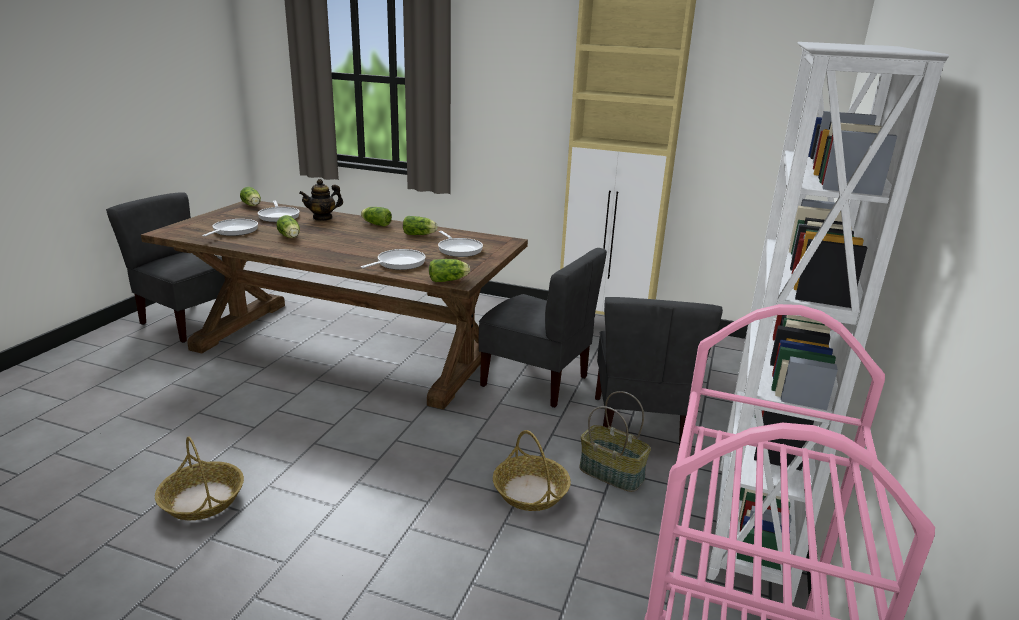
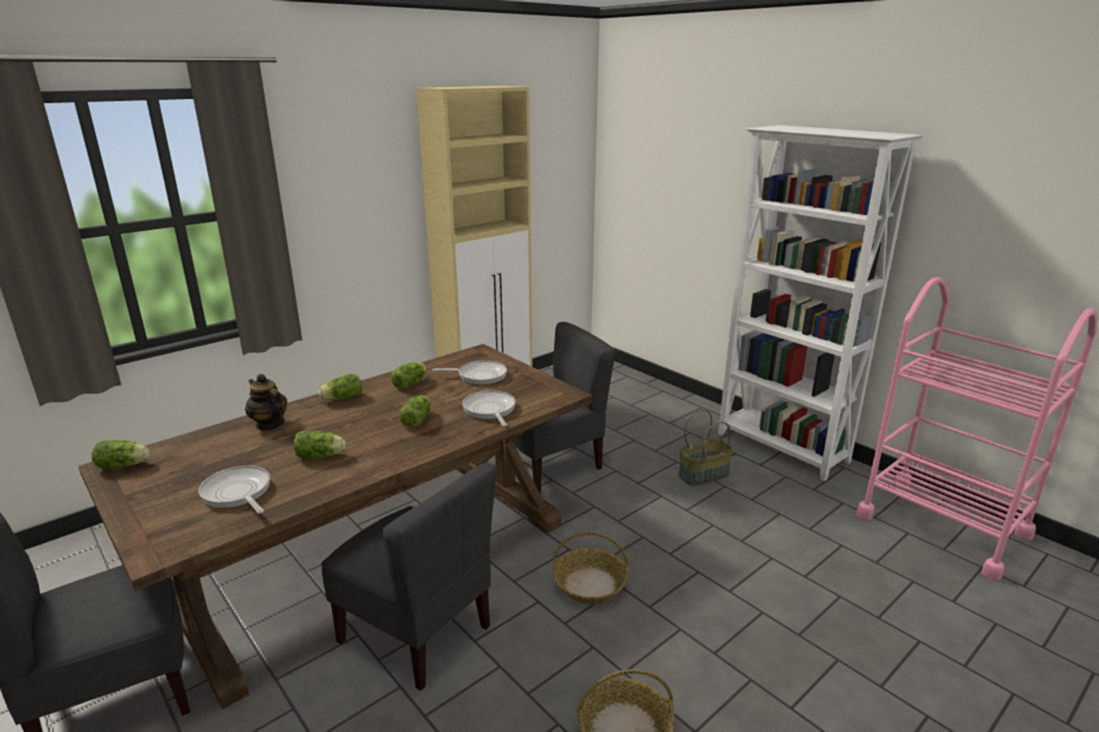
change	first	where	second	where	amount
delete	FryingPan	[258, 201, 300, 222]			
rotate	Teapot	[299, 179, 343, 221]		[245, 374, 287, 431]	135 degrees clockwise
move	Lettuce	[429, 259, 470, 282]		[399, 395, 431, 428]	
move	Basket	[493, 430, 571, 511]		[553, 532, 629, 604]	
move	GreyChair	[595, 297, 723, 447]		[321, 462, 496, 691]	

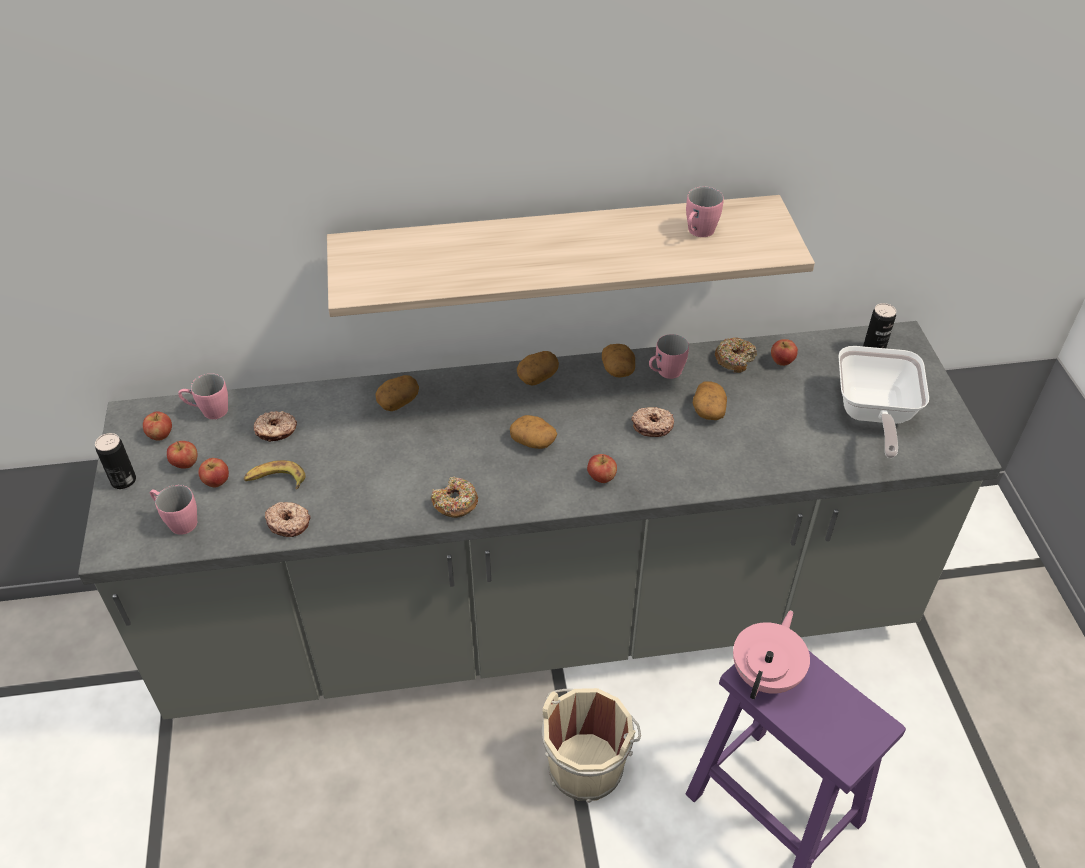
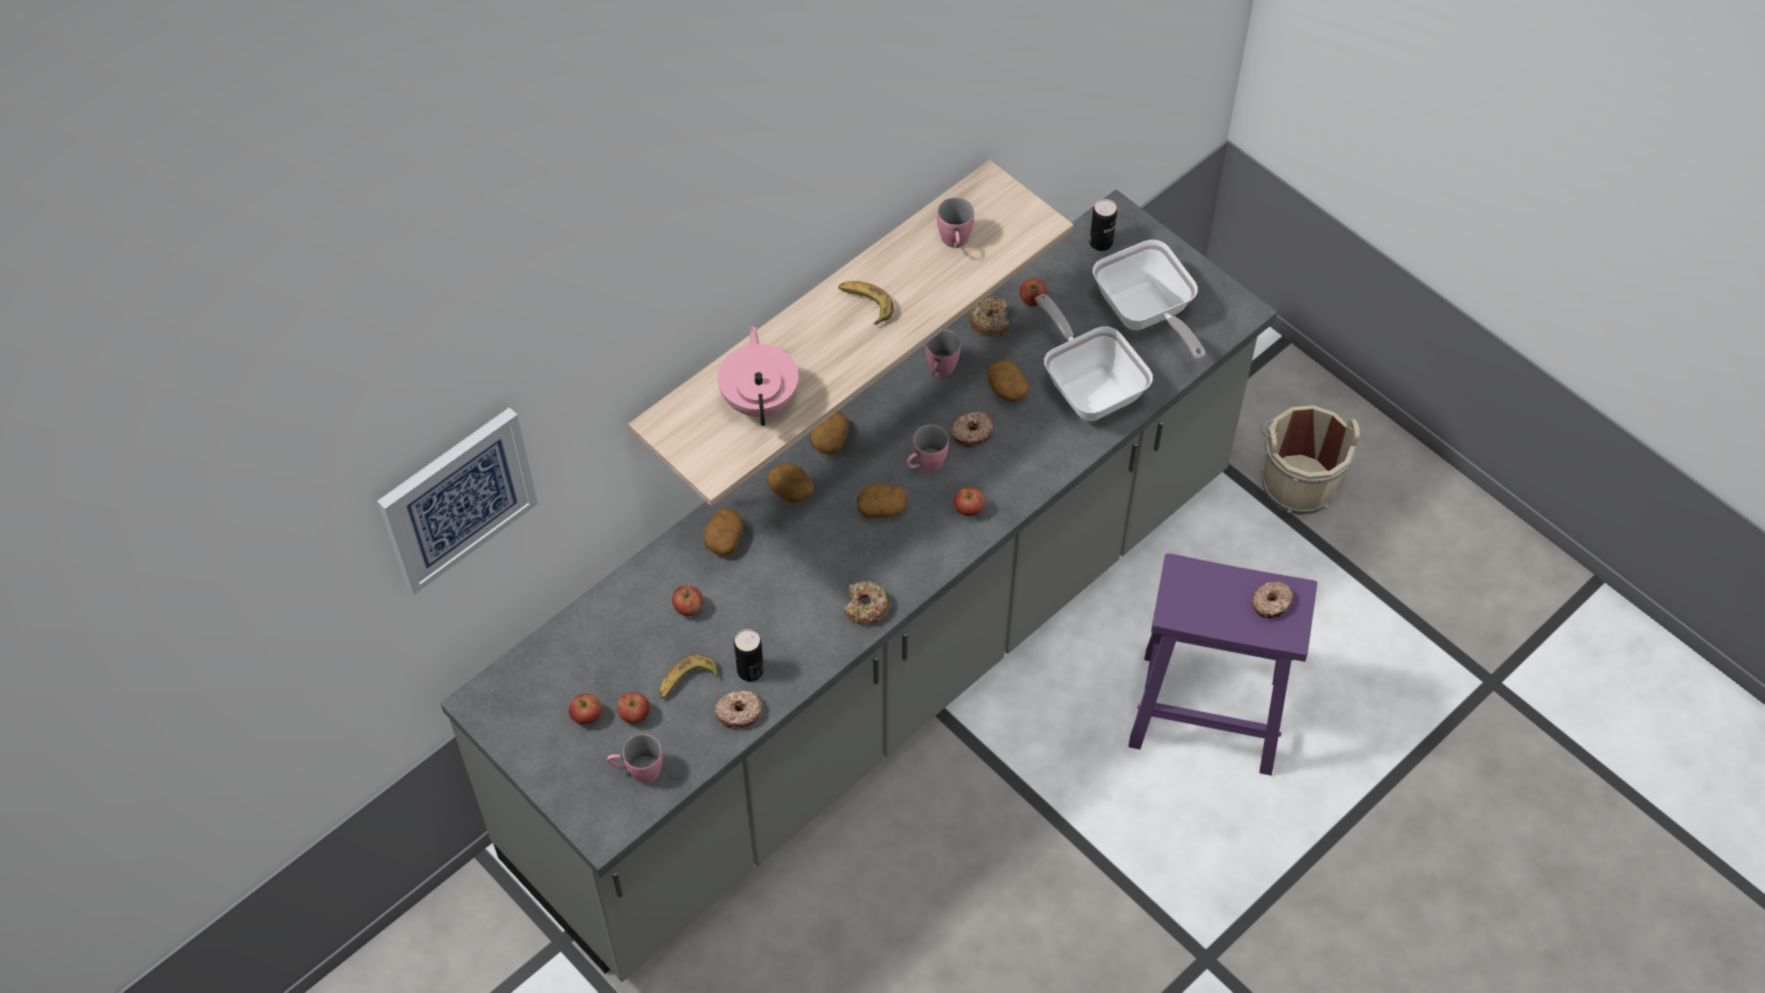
change	first	where	second	where	amount
move	Can	[95, 433, 136, 489]		[734, 629, 764, 682]	
move	Apple	[143, 411, 172, 441]		[672, 585, 703, 616]	
move	PinkMug	[178, 373, 228, 419]		[906, 425, 949, 472]	
move	Donut	[254, 411, 297, 442]		[1251, 581, 1294, 618]	
move	BeigeBucket	[542, 688, 641, 803]		[1261, 405, 1360, 515]	
move	Potato	[602, 344, 635, 377]		[767, 462, 814, 503]	
move	PinkTeapot	[733, 610, 810, 699]		[718, 326, 799, 426]	
insert			Picture	[377, 407, 538, 595]	
insert			Banana	[838, 281, 894, 325]	
insert			FryingPan	[1035, 294, 1153, 421]	

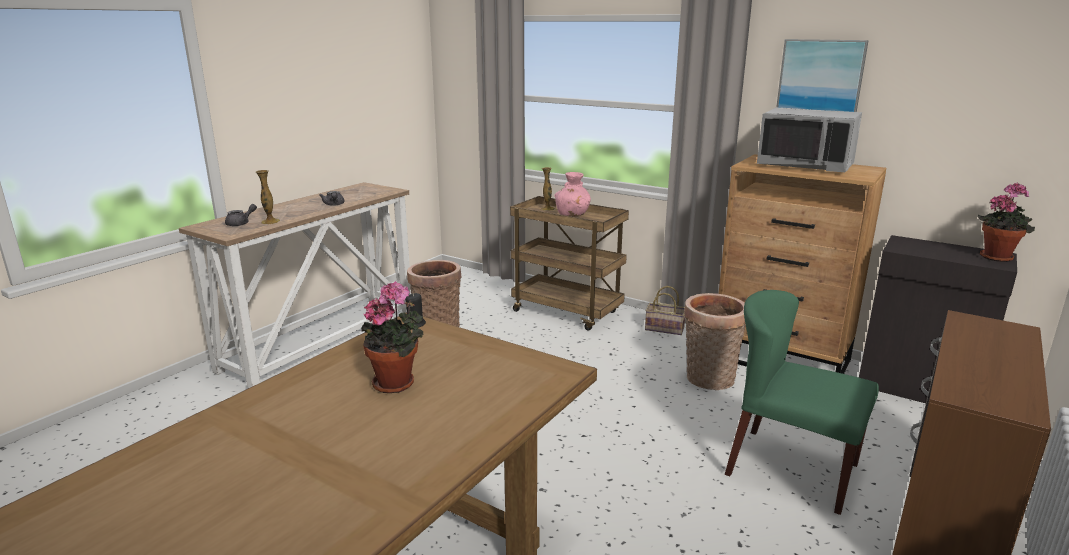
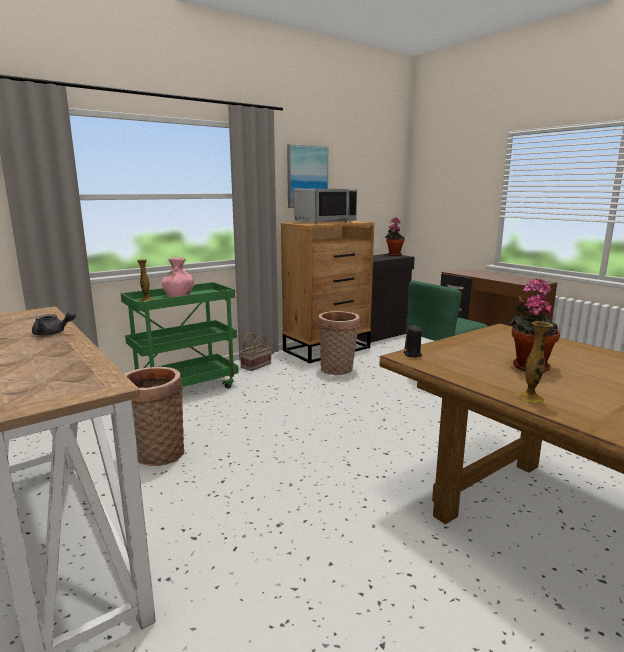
change	first	where	second	where	amount
delete	GreyTeapot	[225, 204, 257, 226]			
move	Vase	[256, 170, 280, 224]		[515, 321, 553, 404]	
recolor	BrownCart	[510, 196, 629, 331]	GreenCart	[121, 282, 239, 389]	

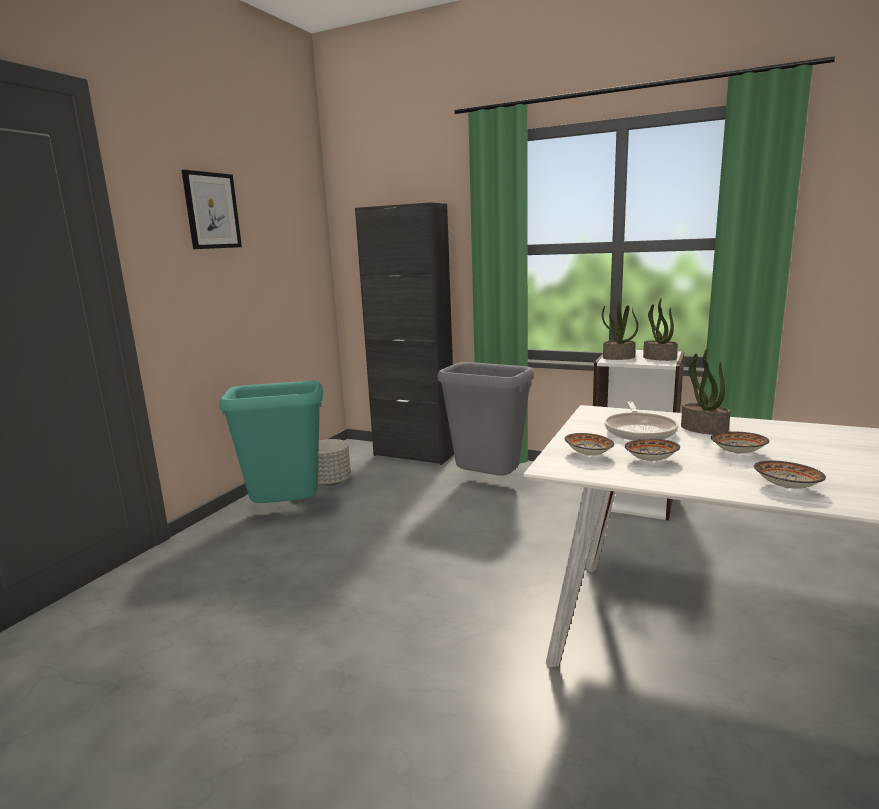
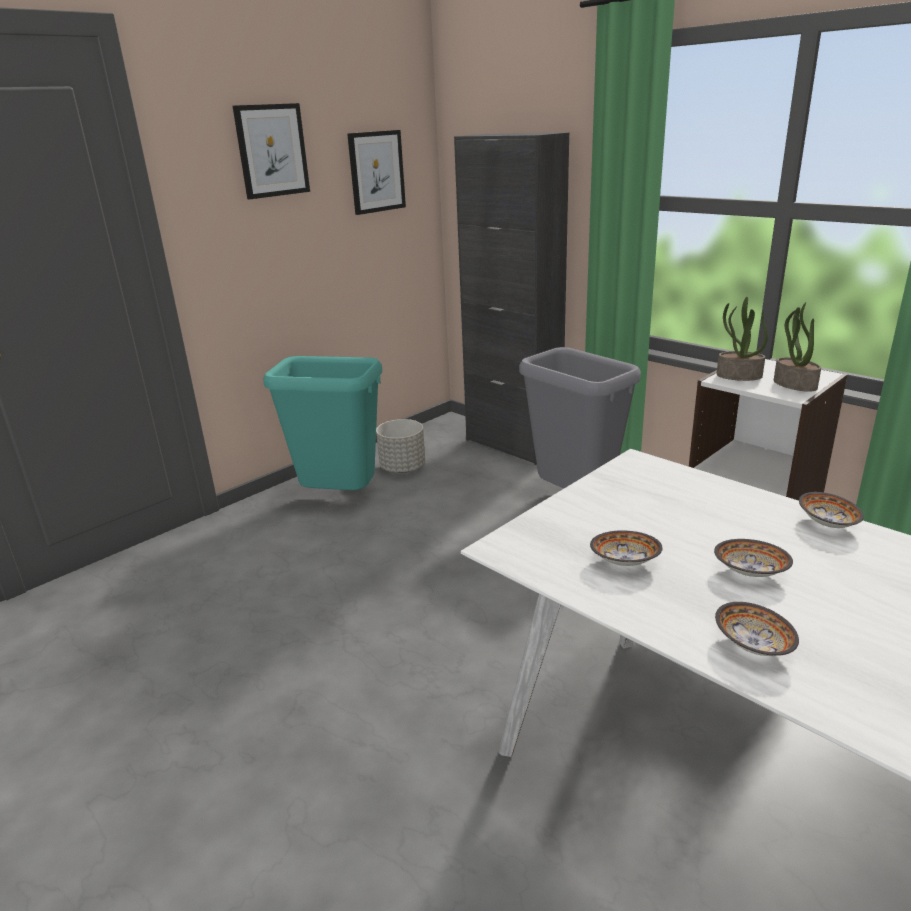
change	first	where	second	where	amount
move	Bowl	[565, 433, 614, 456]		[799, 492, 864, 528]	
delete	FryingPan	[604, 402, 678, 441]			
delete	PottedPlant	[681, 347, 730, 435]			
insert			Picture	[347, 130, 406, 215]	

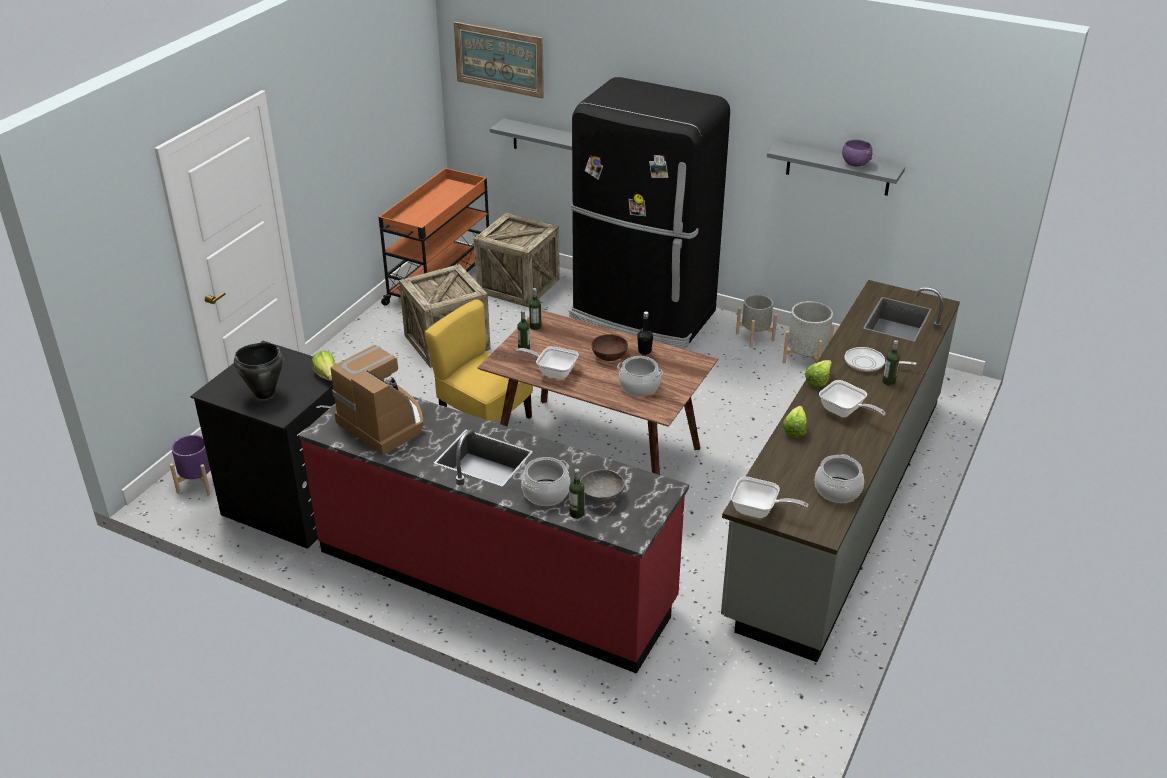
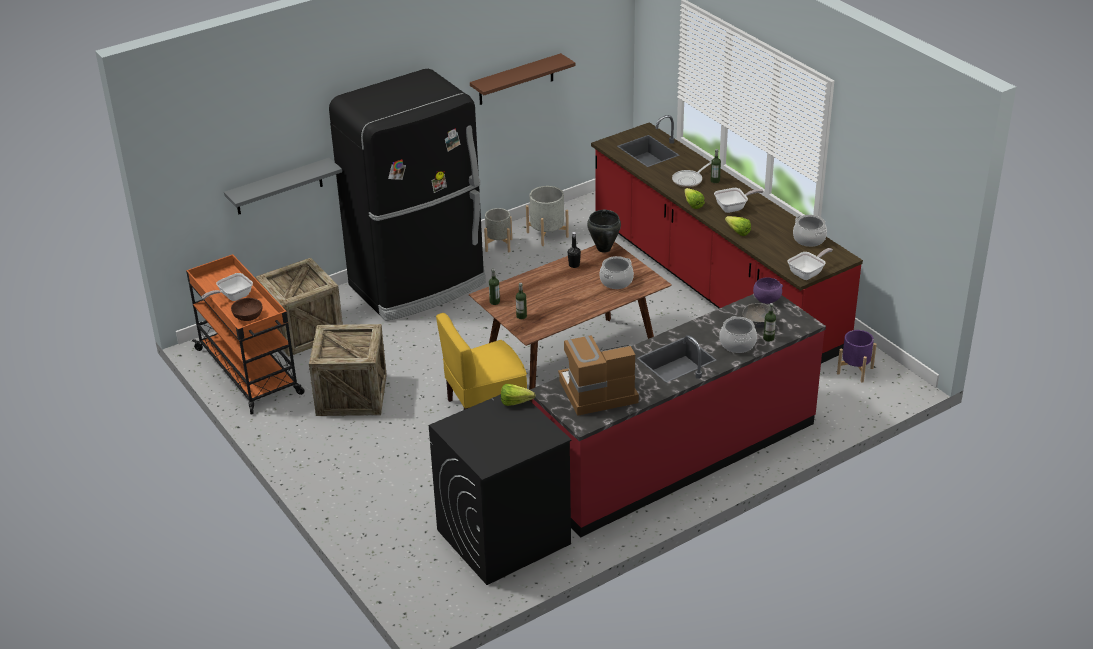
change	first	where	second	where	amount
move	PurplePlanter	[170, 435, 211, 495]		[837, 330, 877, 382]	
move	BlackCookingPot	[234, 343, 284, 399]		[587, 210, 621, 253]	
delete	Picture	[454, 22, 544, 99]			
move	FryingPan	[516, 346, 579, 379]		[202, 273, 253, 301]	
move	BrownBowl	[591, 334, 628, 361]		[231, 298, 262, 321]	
recolor	GreyCounter	[721, 280, 960, 662]	RedCounter	[591, 115, 863, 363]	
recolor	GreyShelf	[767, 141, 905, 196]	BrownShelf	[470, 53, 575, 105]	
move	PurpleBowl	[842, 140, 873, 167]		[753, 277, 783, 304]	

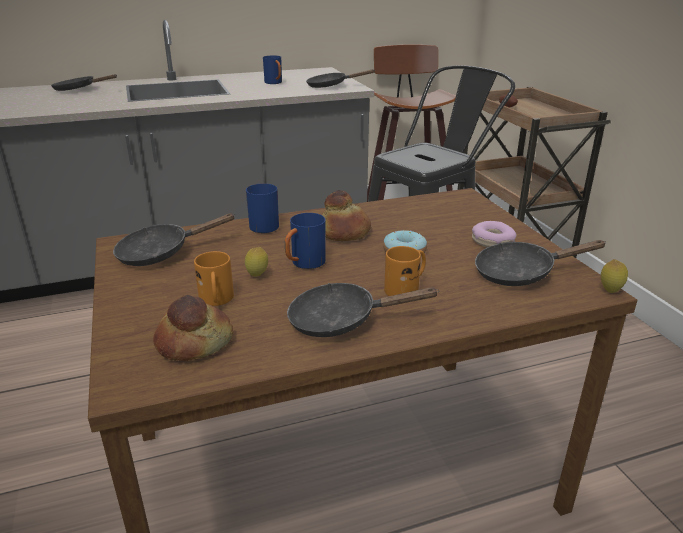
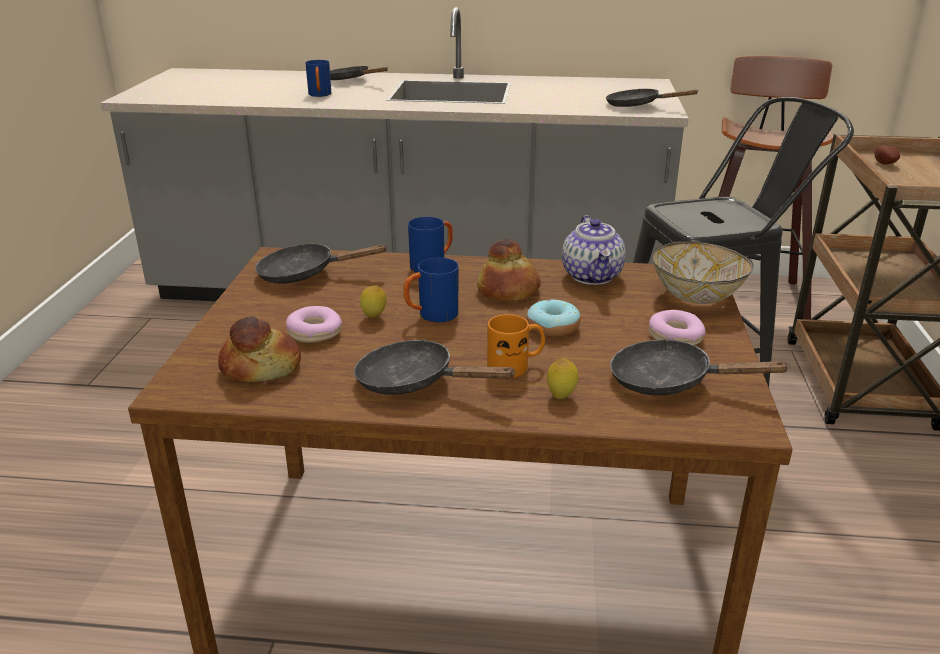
change	first	where	second	where	amount
replace	OrangeMug	[194, 251, 234, 306]	Donut	[286, 306, 342, 343]	
move	BlueMug	[263, 56, 282, 84]		[305, 60, 331, 97]	
move	Lemon	[601, 259, 628, 293]		[547, 357, 579, 399]	
insert			Teapot	[562, 215, 626, 285]	
insert			Bowl	[652, 241, 754, 304]	

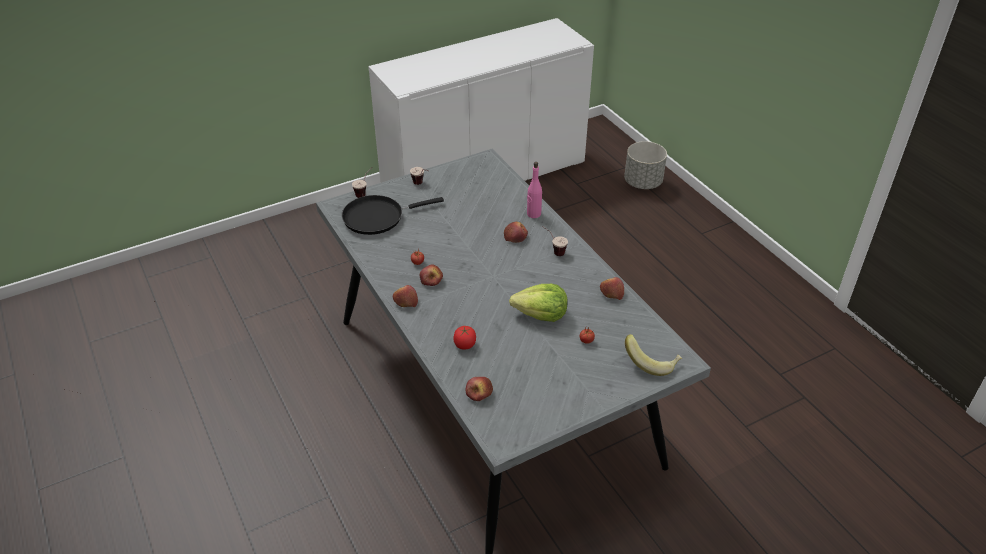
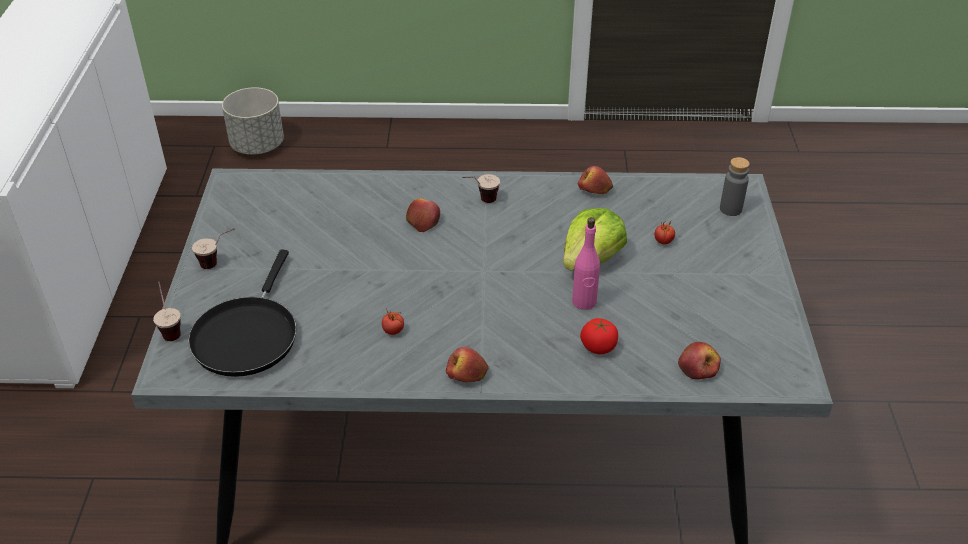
change	first	where	second	where	amount
delete	Apple	[420, 264, 443, 286]			
move	PinkBottle	[527, 162, 542, 218]		[572, 217, 600, 310]	
replace	Banana	[625, 334, 682, 376]	GreyBottle	[720, 157, 750, 216]	

